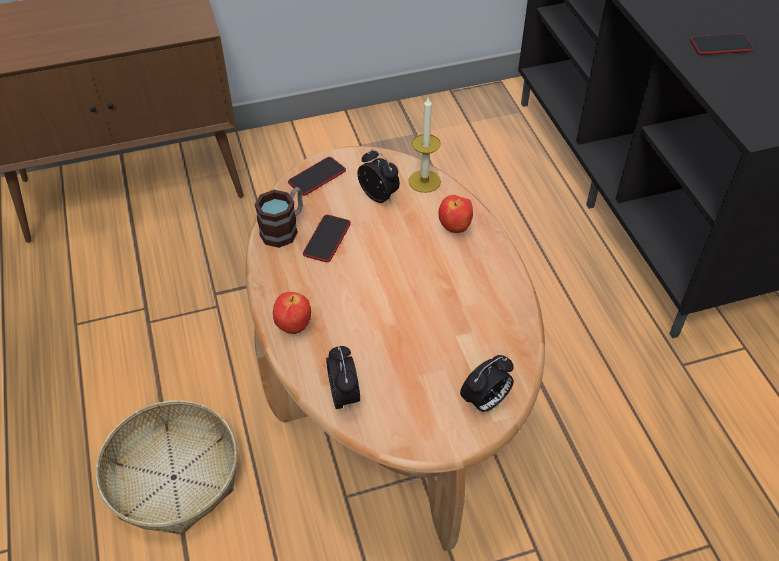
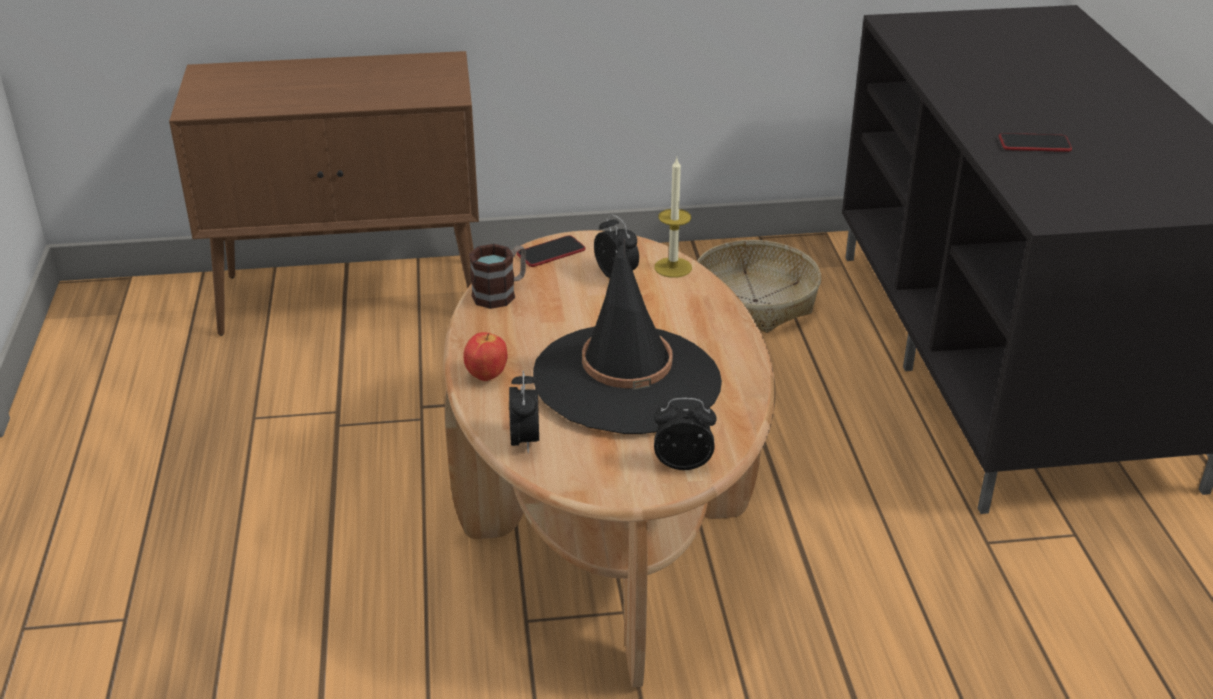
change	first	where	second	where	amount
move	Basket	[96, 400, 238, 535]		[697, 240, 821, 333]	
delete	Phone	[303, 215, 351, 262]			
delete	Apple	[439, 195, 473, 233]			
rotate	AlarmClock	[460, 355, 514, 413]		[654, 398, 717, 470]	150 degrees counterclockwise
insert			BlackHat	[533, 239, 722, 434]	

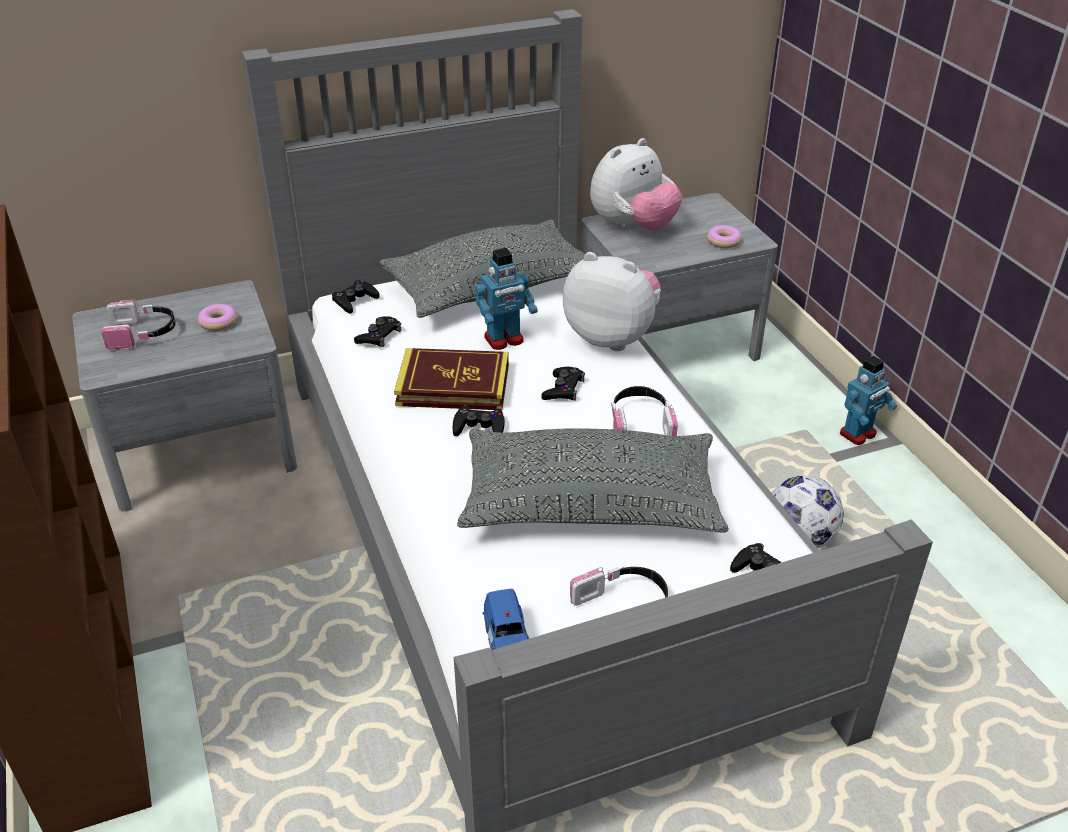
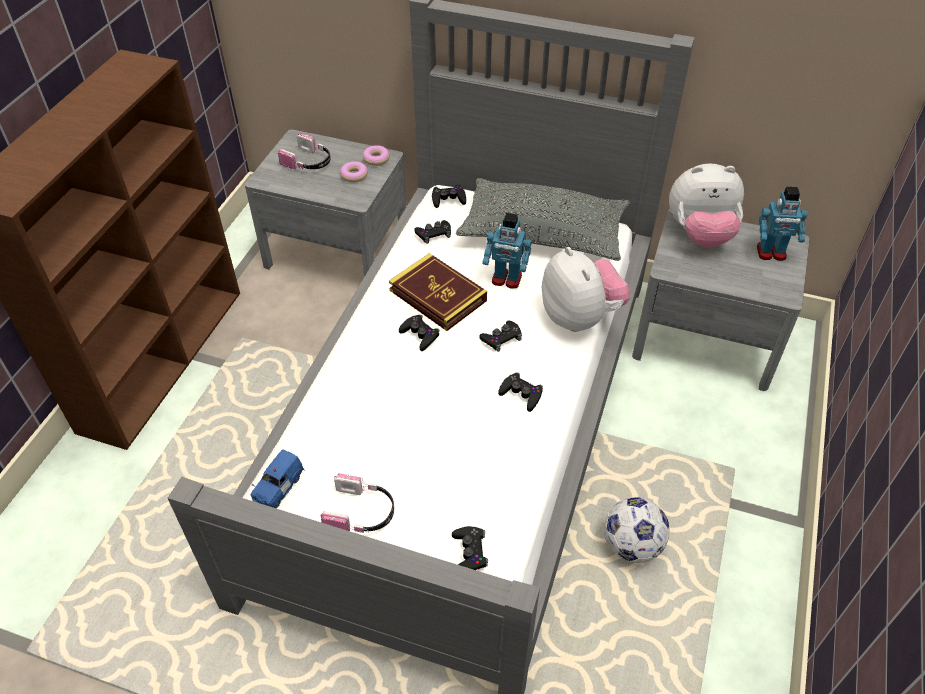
change	first	where	second	where	amount
delete	GreyPillow	[457, 428, 729, 532]			
replace	Headphones	[611, 386, 678, 436]	BlackGameController	[498, 372, 543, 412]	
move	Donut	[707, 225, 742, 248]		[363, 145, 390, 166]	
move	ToyRobot	[840, 356, 897, 445]		[757, 187, 808, 261]	

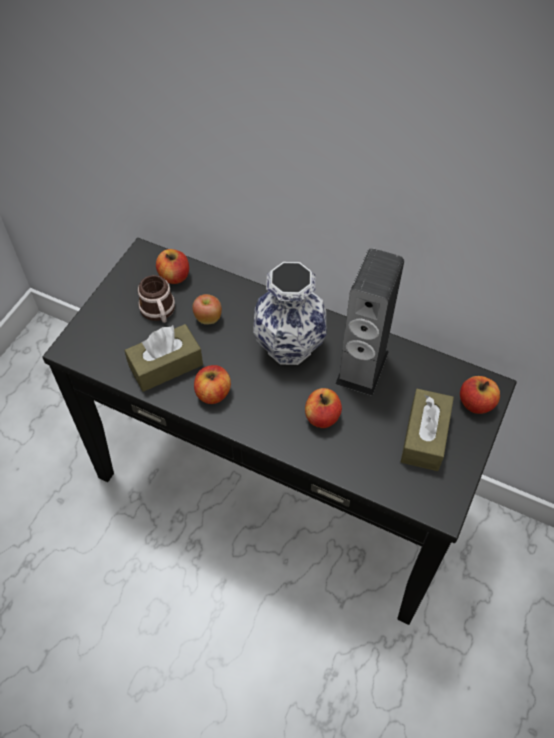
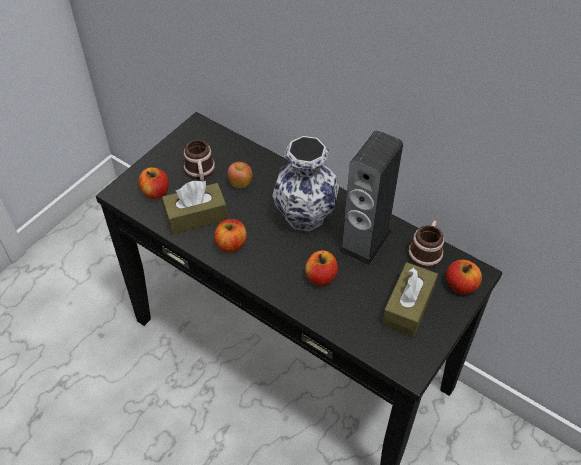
change	first	where	second	where	amount
move	Apple	[156, 249, 189, 284]		[138, 167, 169, 199]	
insert			Mug	[408, 220, 444, 268]	

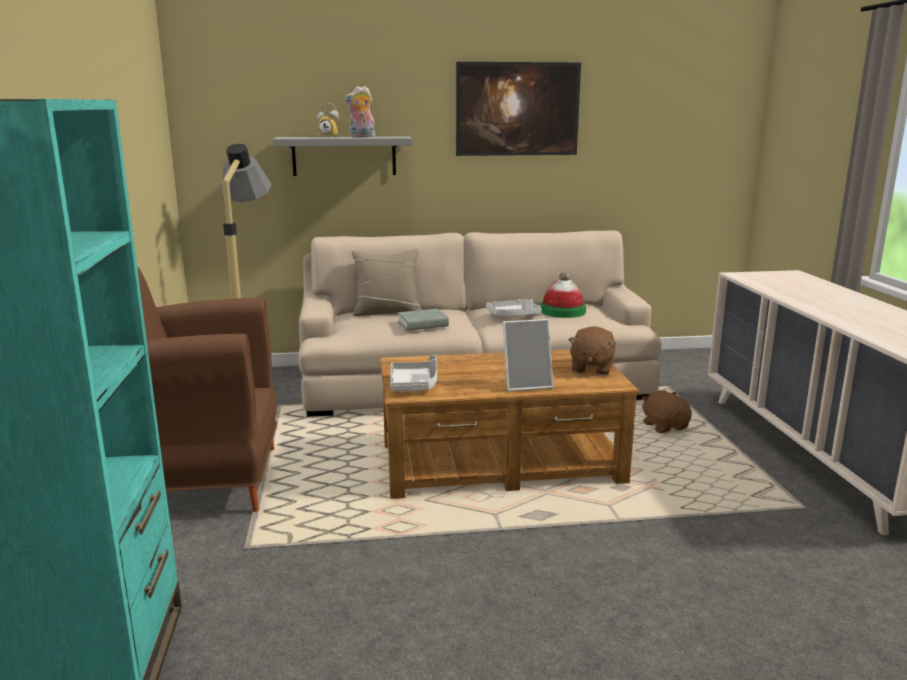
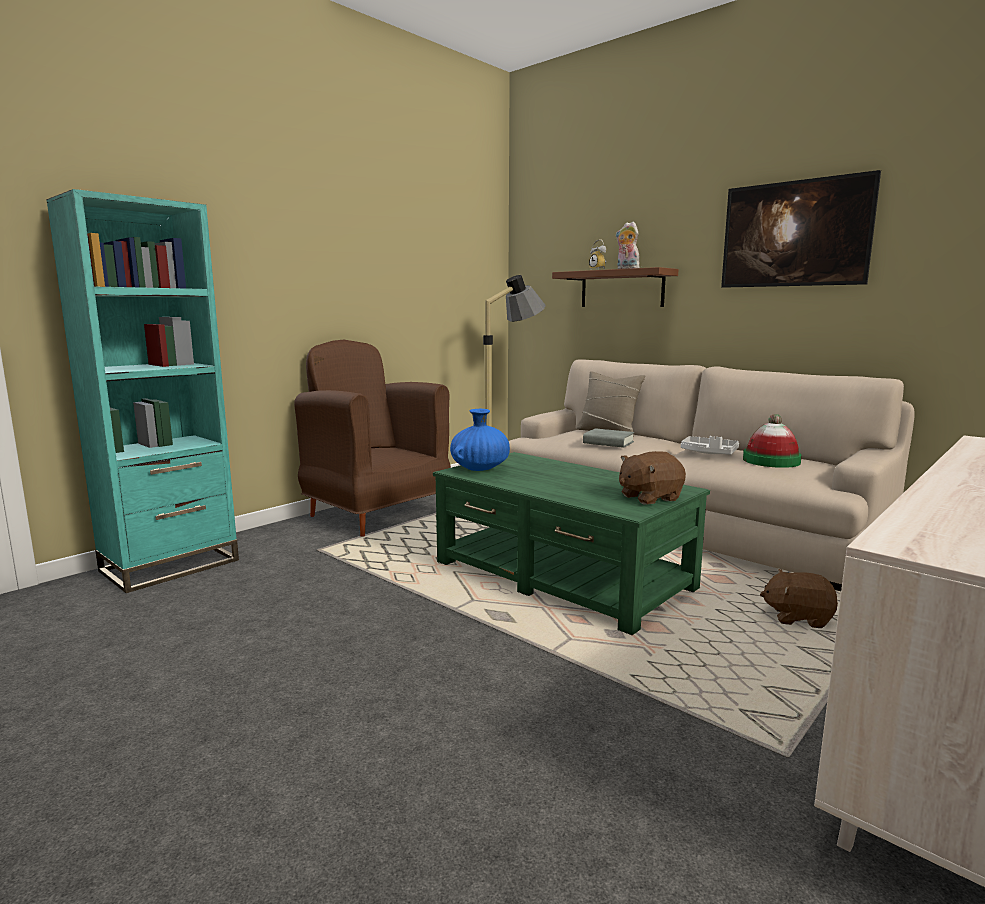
change	first	where	second	where	amount
recolor	GreyShelf	[273, 136, 412, 176]	BrownShelf	[552, 267, 679, 307]	
recolor	BrownCoffeeTable	[380, 350, 640, 499]	GreenCoffeeTable	[433, 452, 710, 635]	
replace	GreyTray	[390, 355, 437, 391]	BlueVase	[450, 409, 510, 471]	
delete	PictureFrame	[503, 319, 553, 392]			
rotate	BrownPlushToy	[642, 391, 692, 433]		[760, 569, 838, 628]	105 degrees counterclockwise

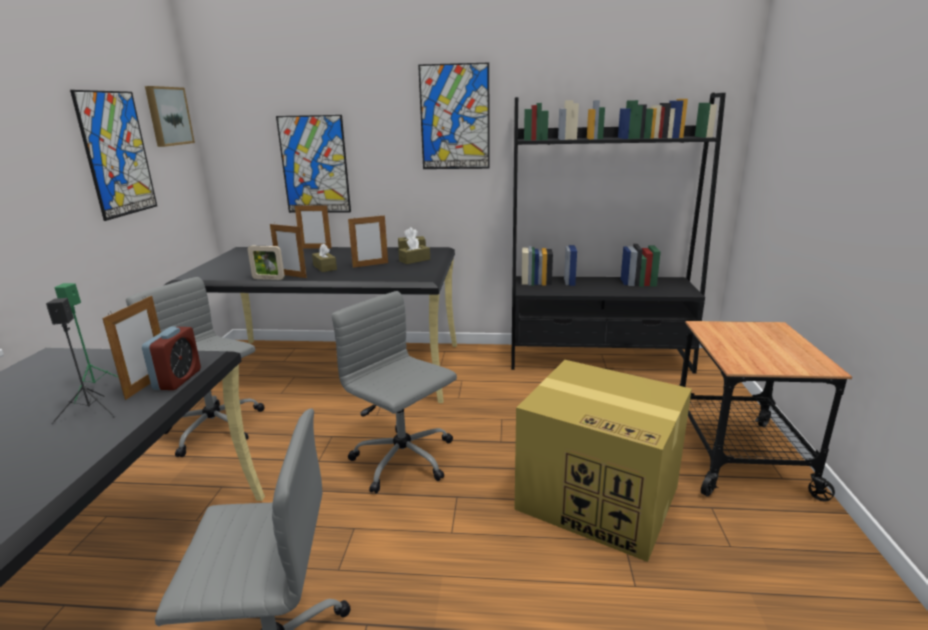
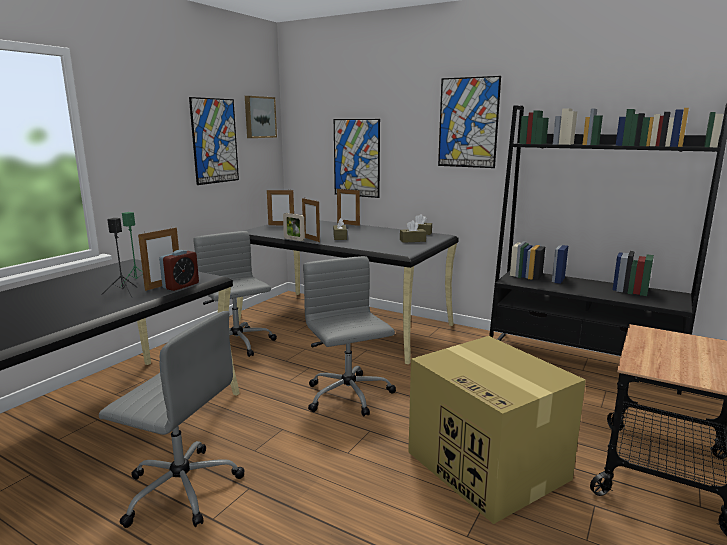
change	first	where	second	where	amount
move	PictureFrame	[348, 214, 388, 268]		[267, 190, 294, 225]	

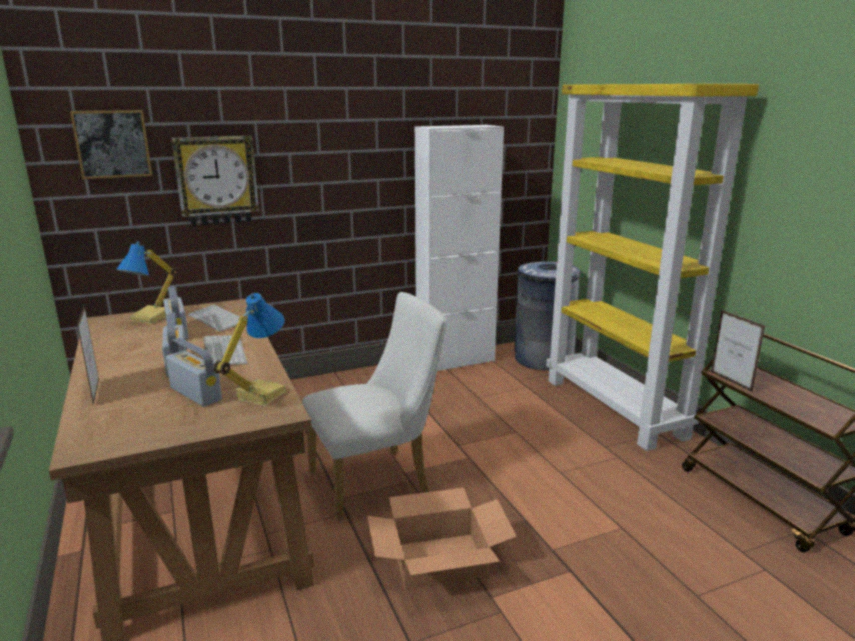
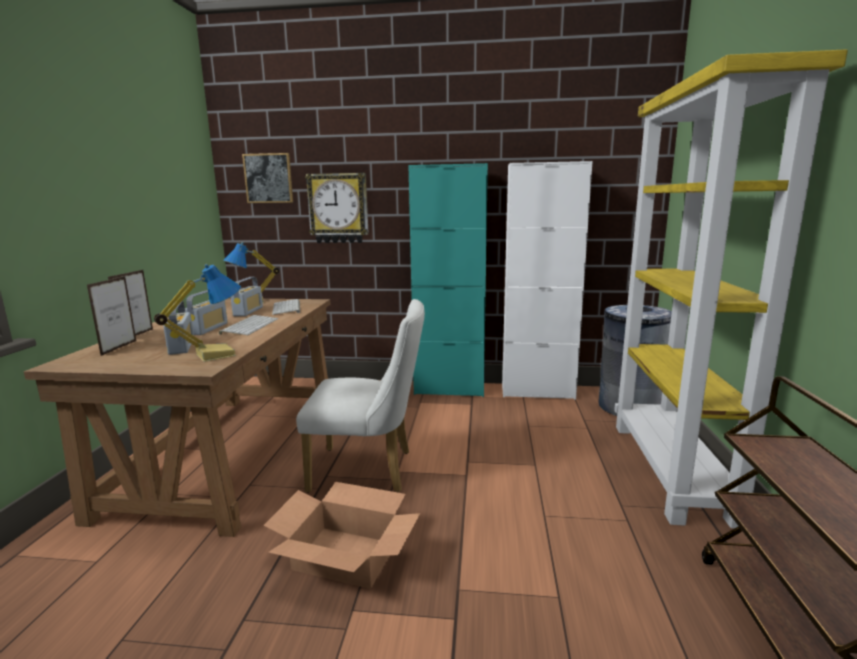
change	first	where	second	where	amount
move	PictureFrame	[711, 310, 765, 392]		[87, 276, 136, 356]	
insert			TurquoiseCabinet	[408, 163, 488, 397]	

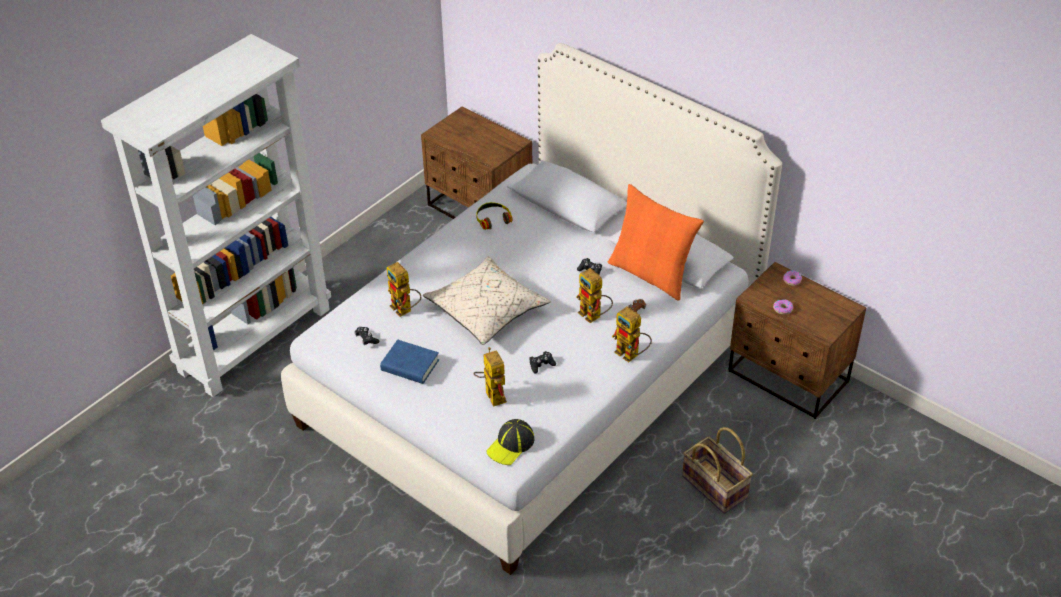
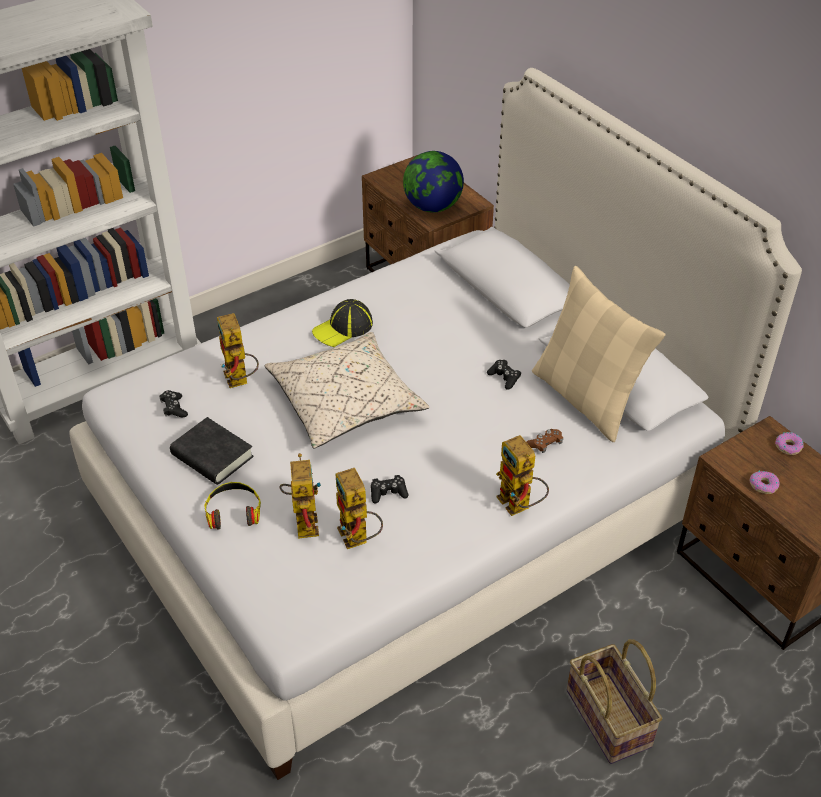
change	first	where	second	where	amount
recolor	BlueBook	[380, 339, 439, 384]	BlackBook	[170, 417, 254, 485]	
move	Headphones	[477, 202, 512, 230]		[204, 482, 261, 530]	
move	Cap	[487, 419, 534, 465]		[312, 299, 373, 347]	
move	ToyRobot	[576, 268, 613, 323]		[335, 468, 383, 549]	
recolor	OrangePillow	[608, 184, 704, 301]	BeigePillow	[532, 266, 665, 442]	
insert			Globe	[403, 151, 464, 213]	

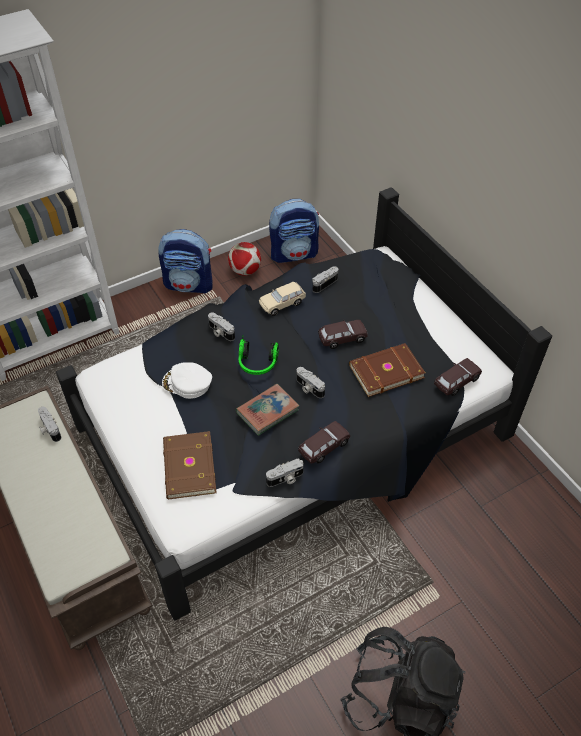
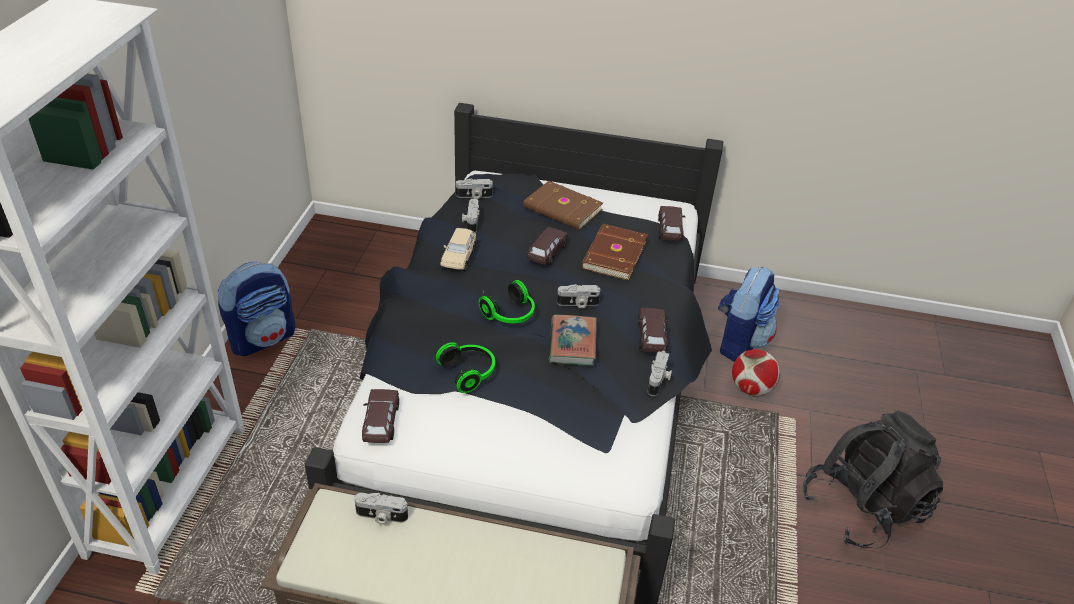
change	first	where	second	where	amount
replace	WhiteCap	[162, 362, 212, 399]	Headphones	[435, 342, 495, 393]	
move	BrownBook	[163, 431, 217, 499]		[523, 181, 603, 230]	
move	PhotoCamera	[208, 312, 235, 341]		[456, 178, 493, 199]	
move	Football	[228, 242, 261, 276]		[732, 349, 780, 397]	
move	Backpack	[269, 199, 319, 263]		[718, 267, 779, 362]	
insert			BrownToyCar	[362, 389, 399, 443]	

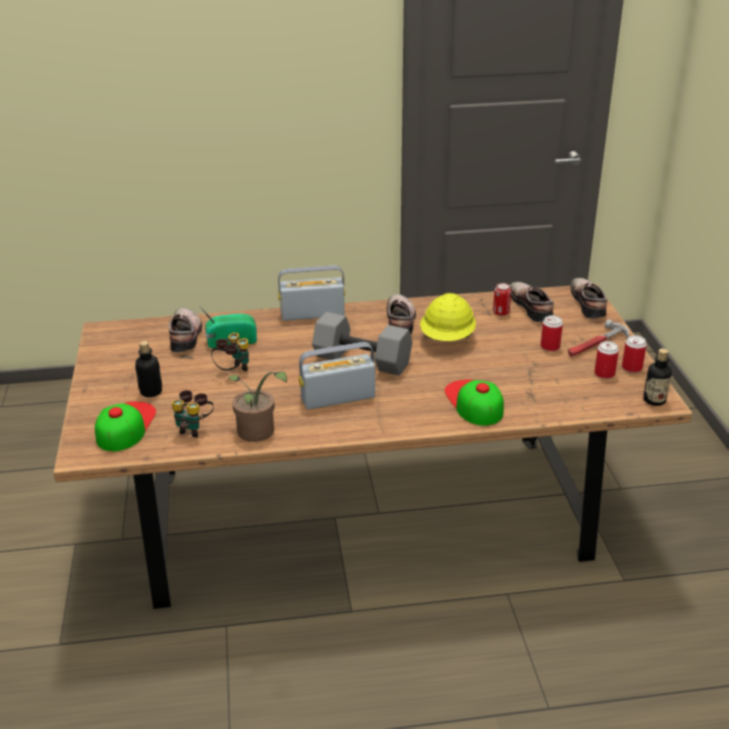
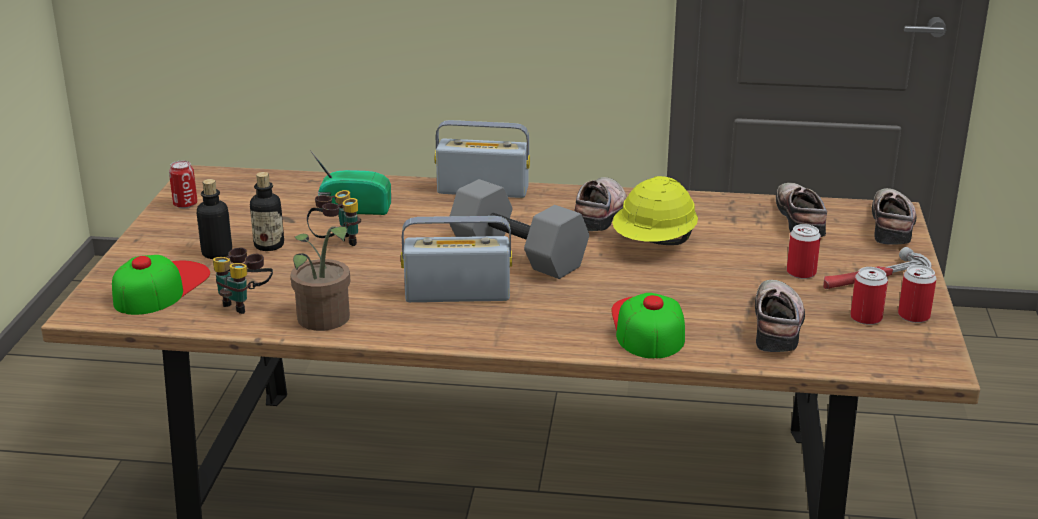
change	first	where	second	where	amount
move	Shoe	[169, 308, 202, 352]		[755, 280, 805, 352]	
move	Can	[493, 283, 511, 316]		[169, 161, 198, 208]	
move	Bottle	[643, 348, 672, 406]		[250, 172, 284, 251]	

